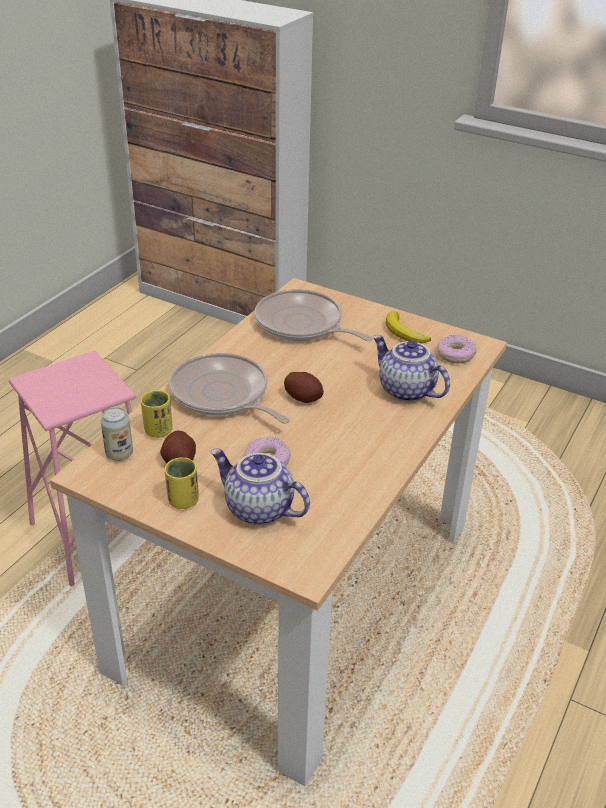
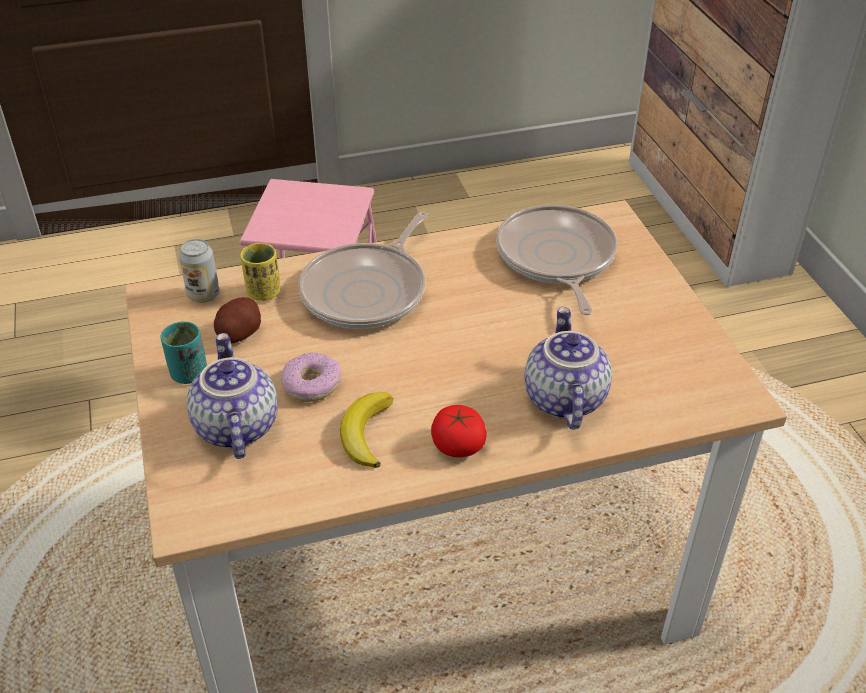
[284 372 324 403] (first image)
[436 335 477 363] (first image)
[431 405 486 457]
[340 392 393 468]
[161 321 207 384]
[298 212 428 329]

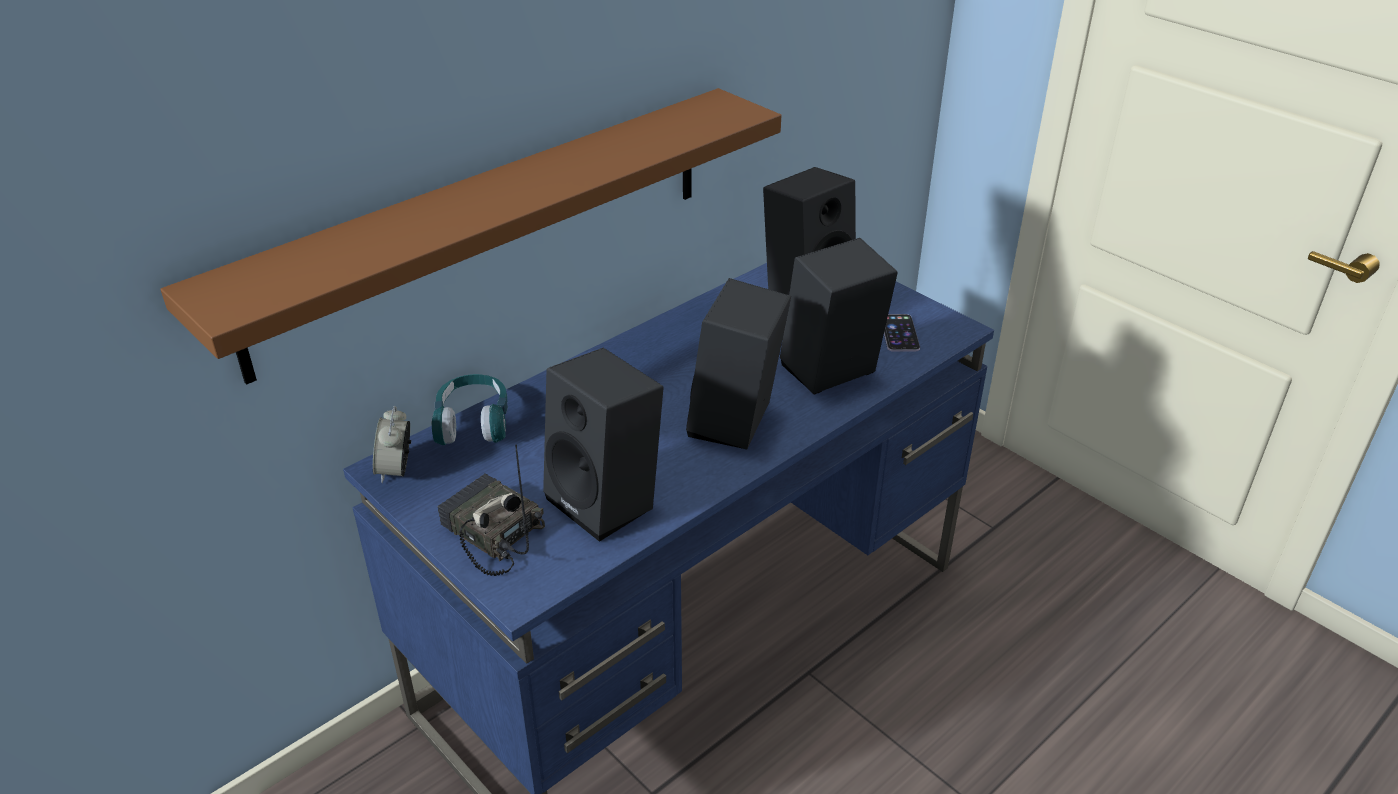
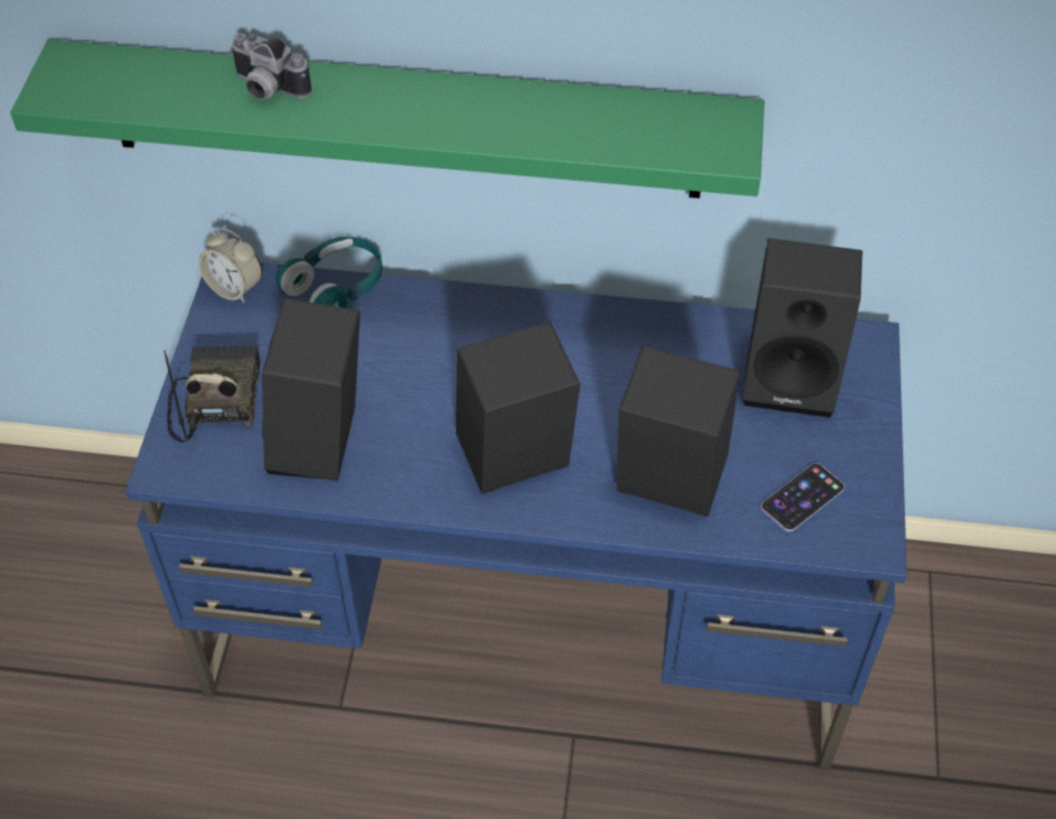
[230 33 312 100]
[10 39 764 198]
[199 228 262 303]

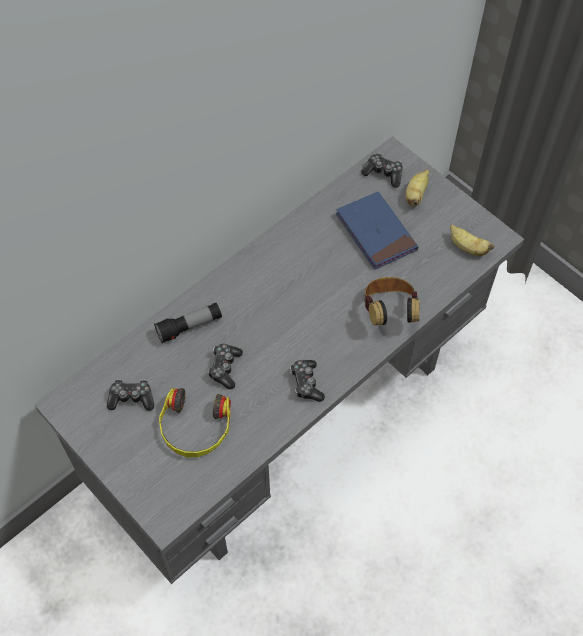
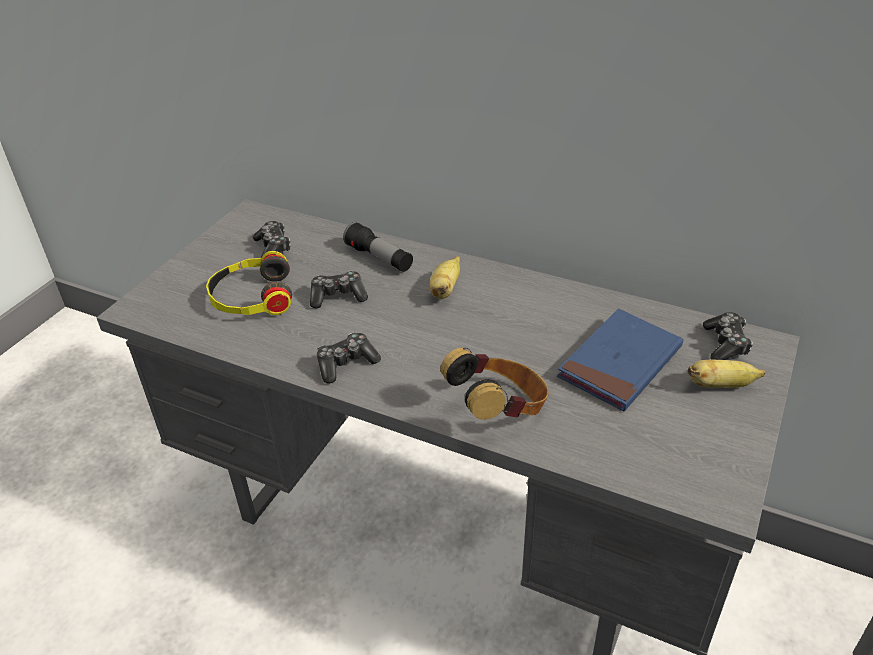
[430 256 460 299]

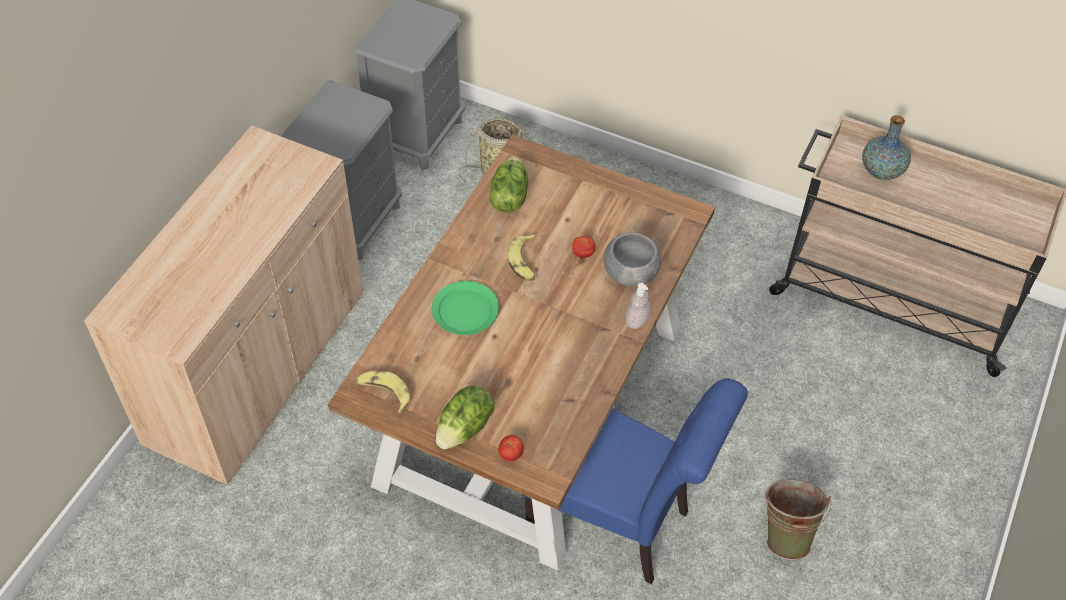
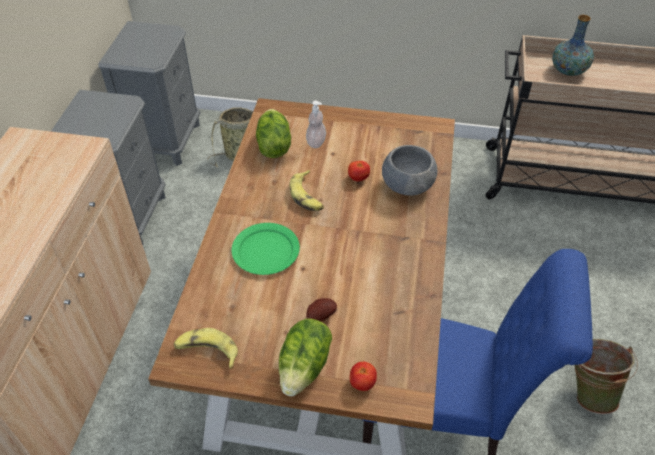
[307 298 337 322]
[306 101 326 148]

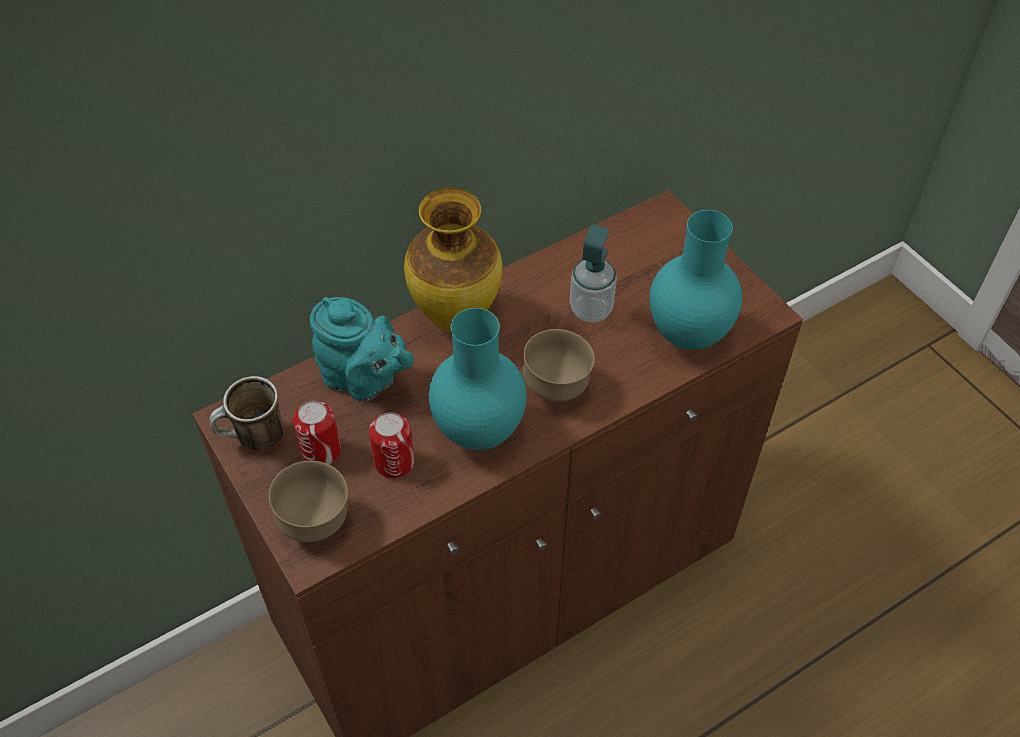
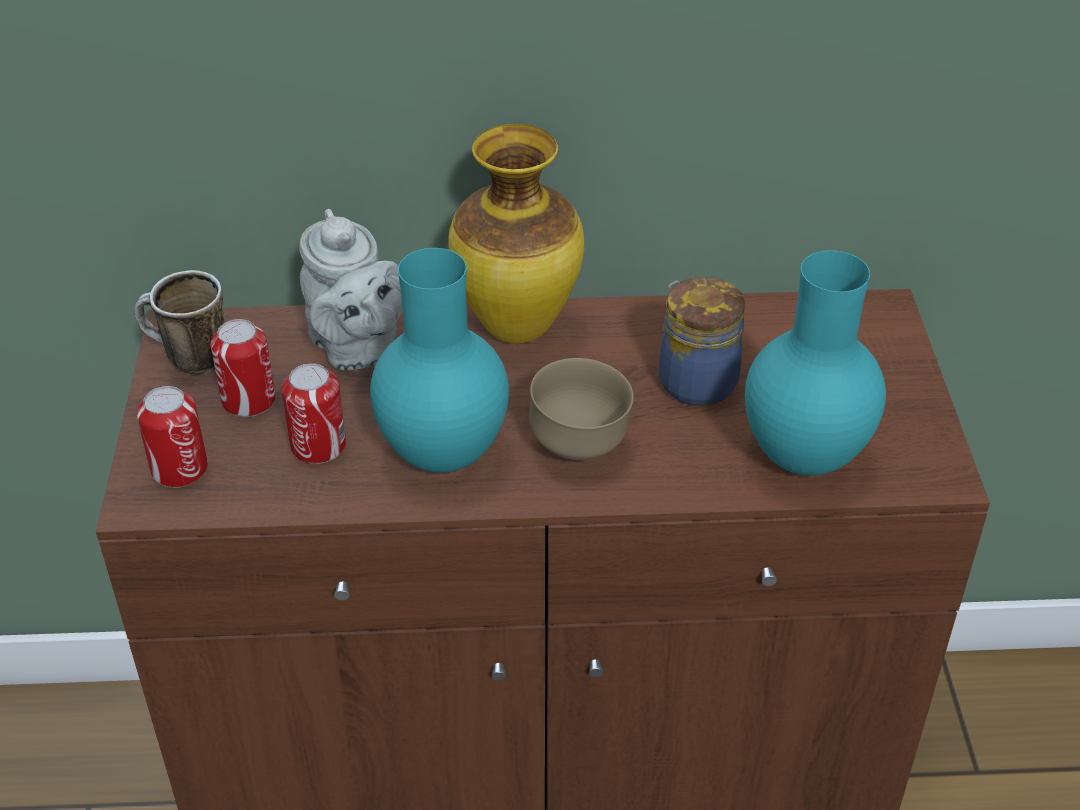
[137 386 208 488]
[659 277 745 406]
[299 209 403 371]

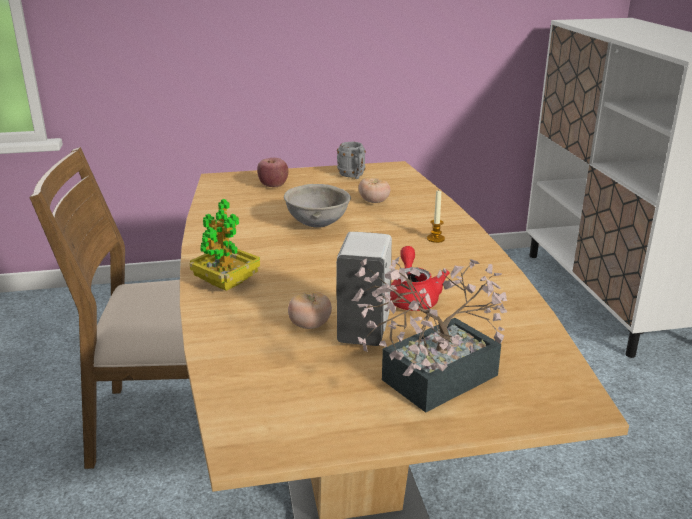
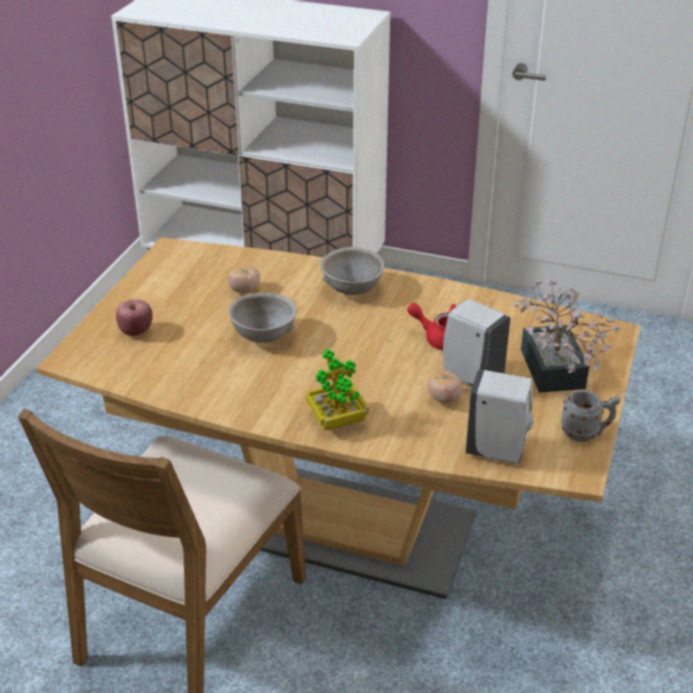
[466 370 533 464]
[561 390 620 442]
[321 247 384 295]

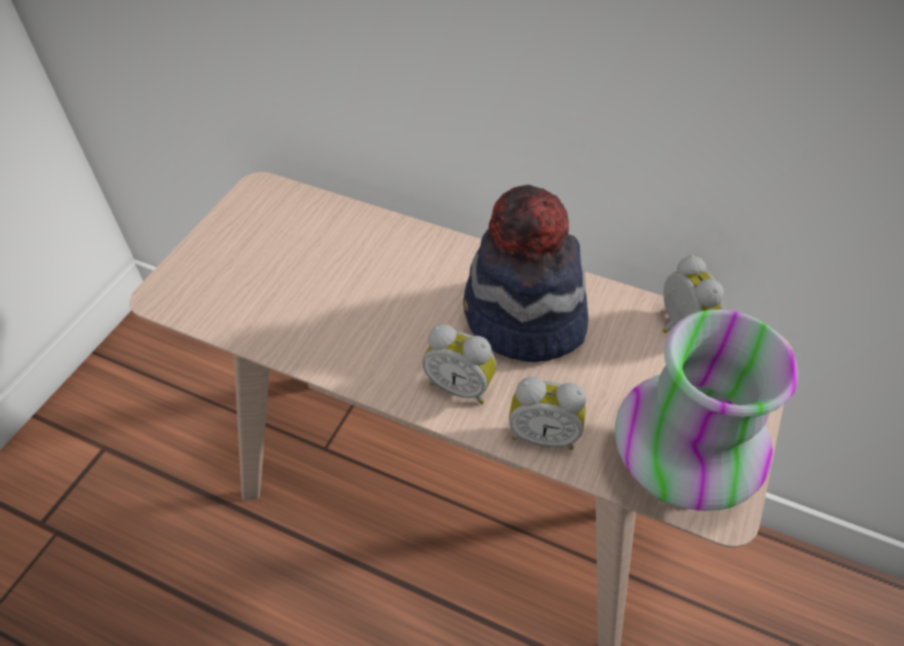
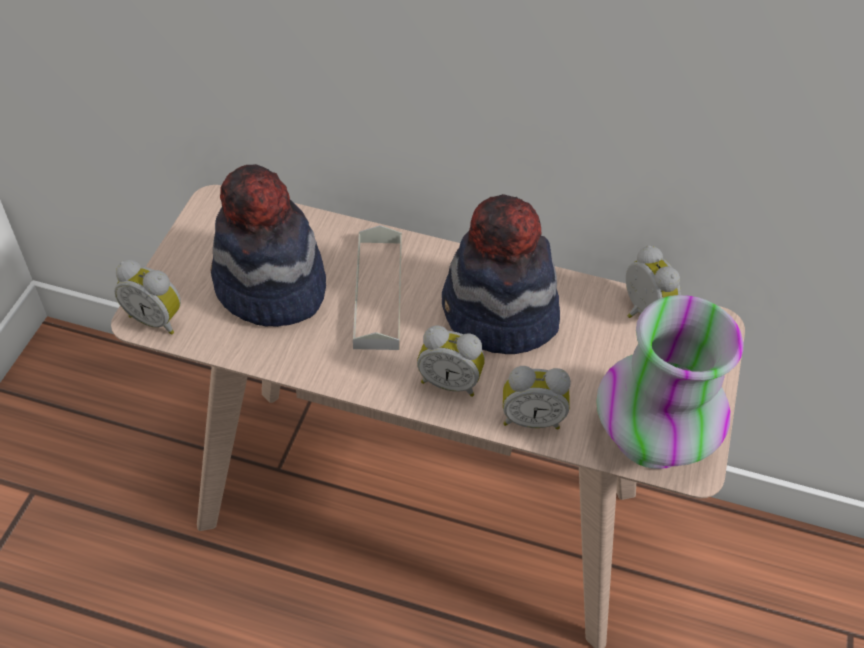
[115 260 181 335]
[211 164 326 327]
[353 225 402 350]

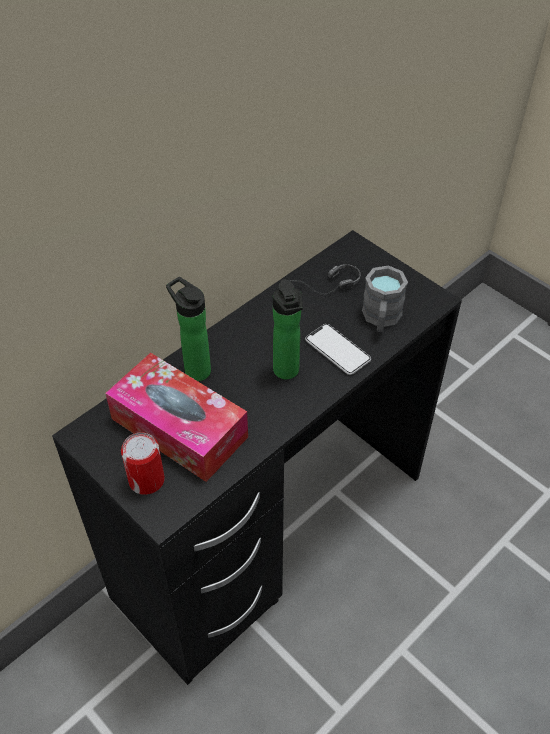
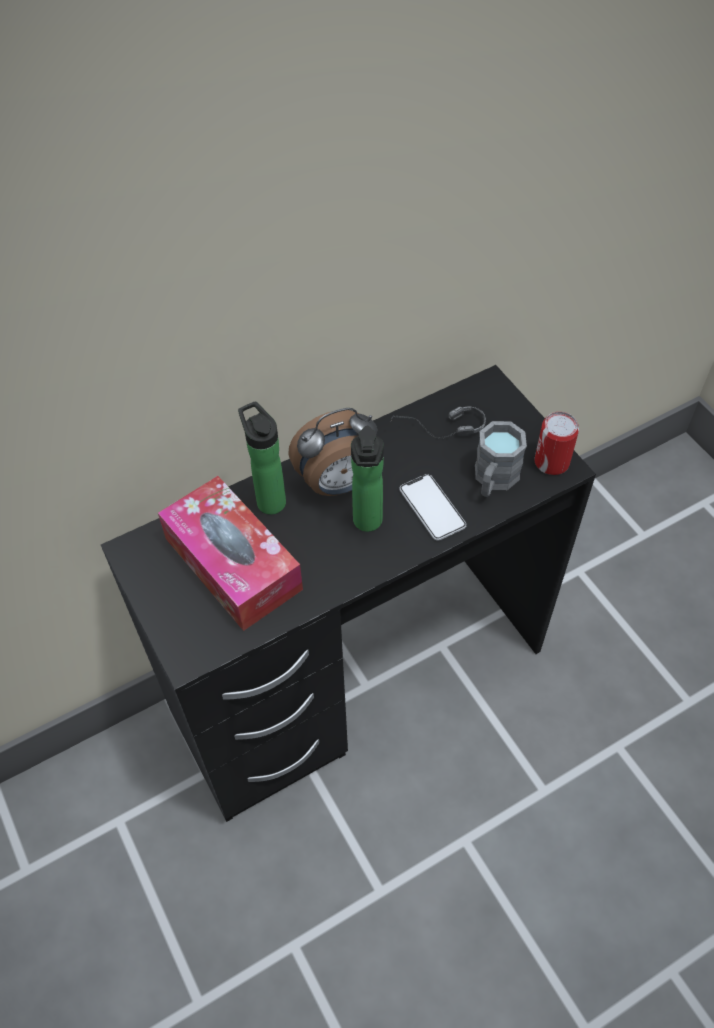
[288 408 378 496]
[534 412 579 475]

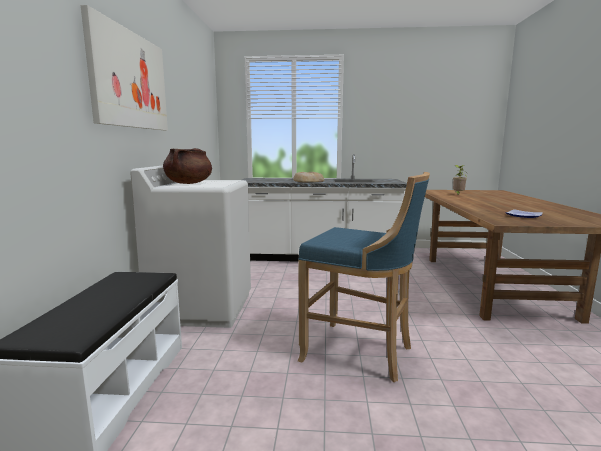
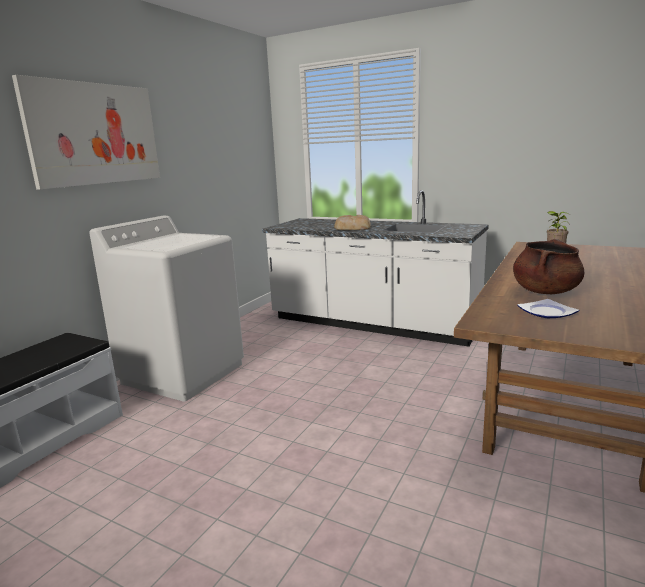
[298 172 430 382] (first image)
[513 239 585 294]

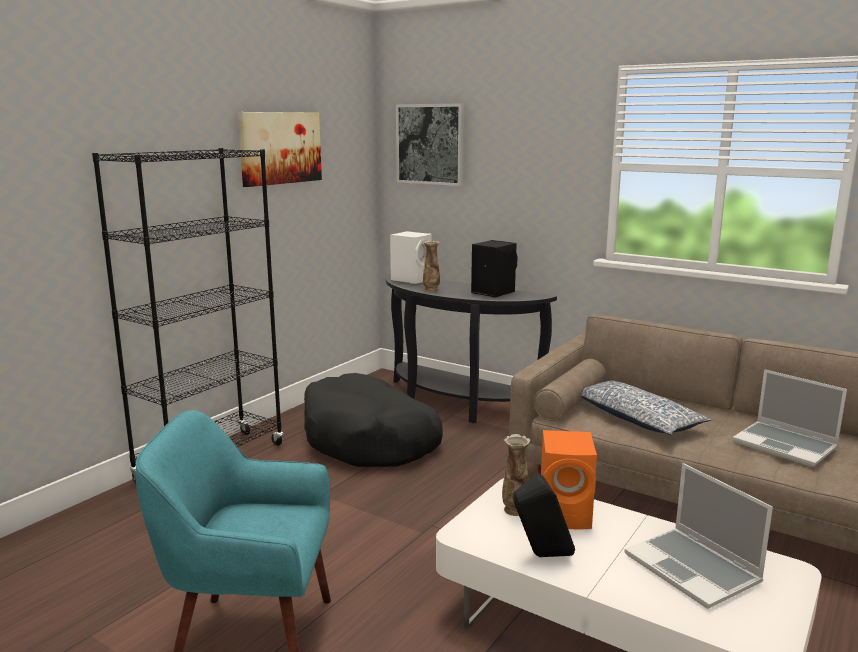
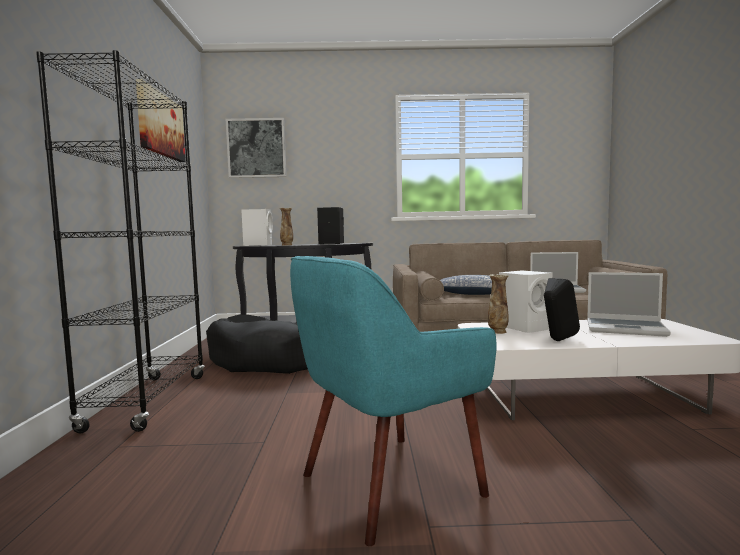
[499 270 552 333]

